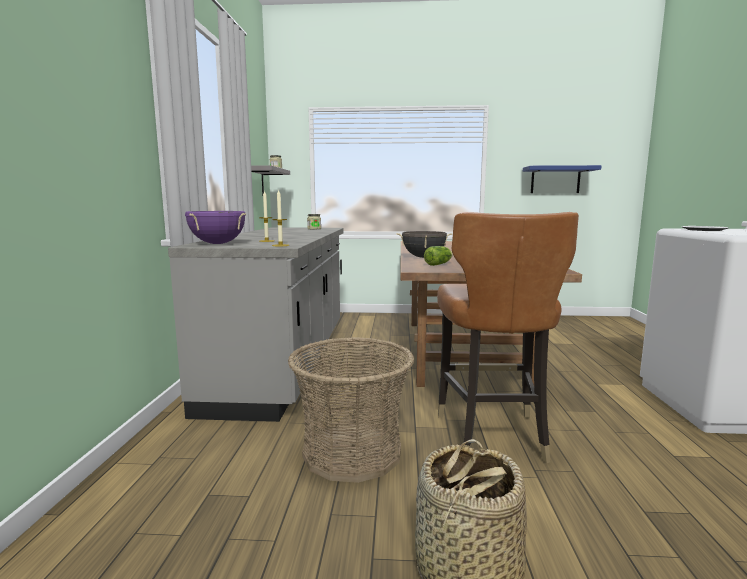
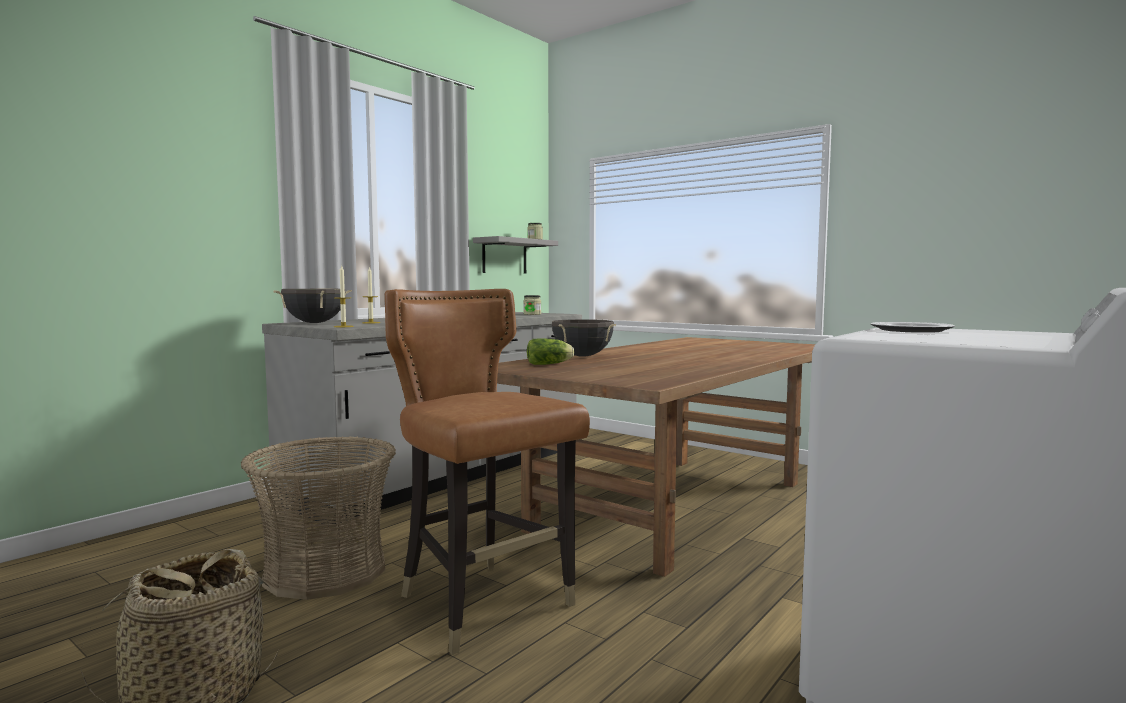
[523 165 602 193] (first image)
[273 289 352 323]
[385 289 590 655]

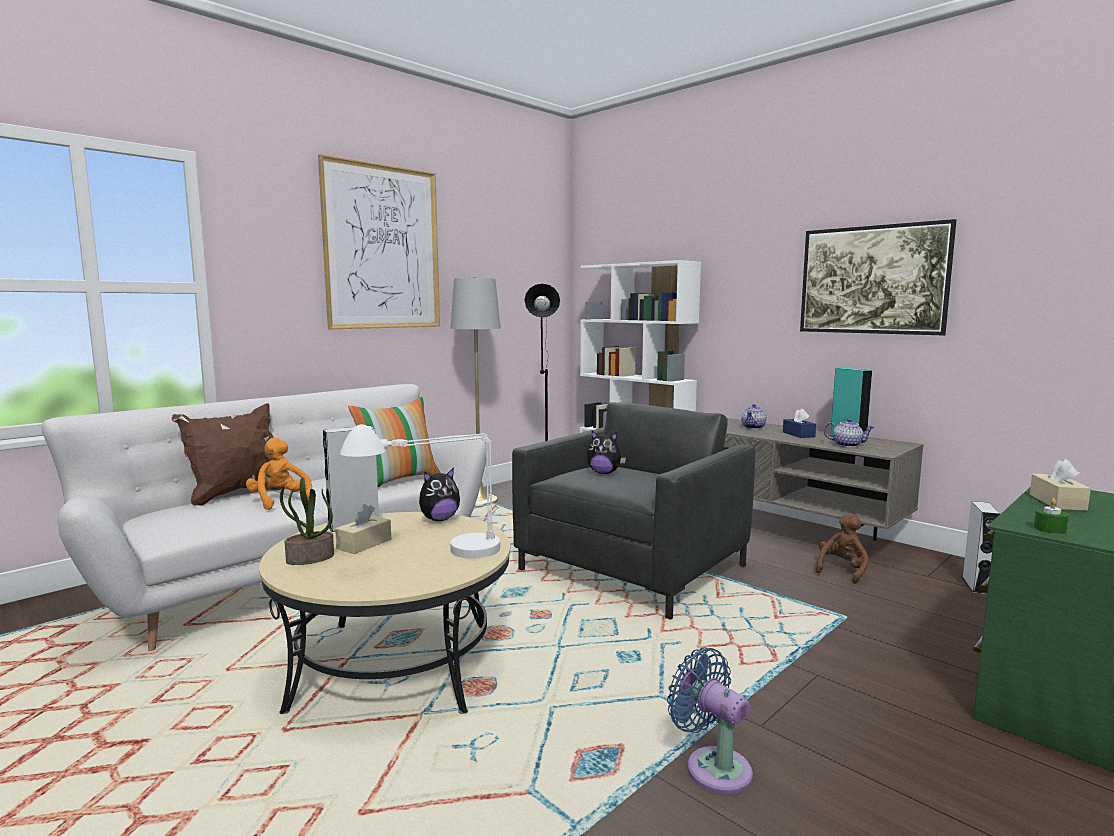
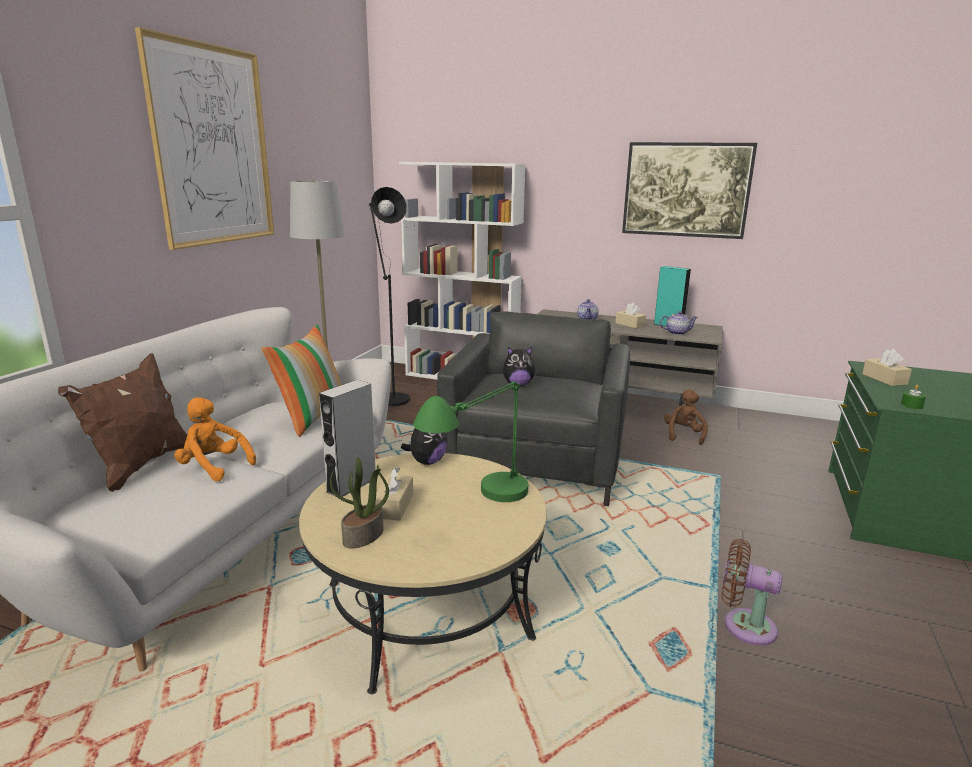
[962 501 1000 594] (first image)
[413 381 528 502]
[721 539 782 646]
[615 303 646 329]

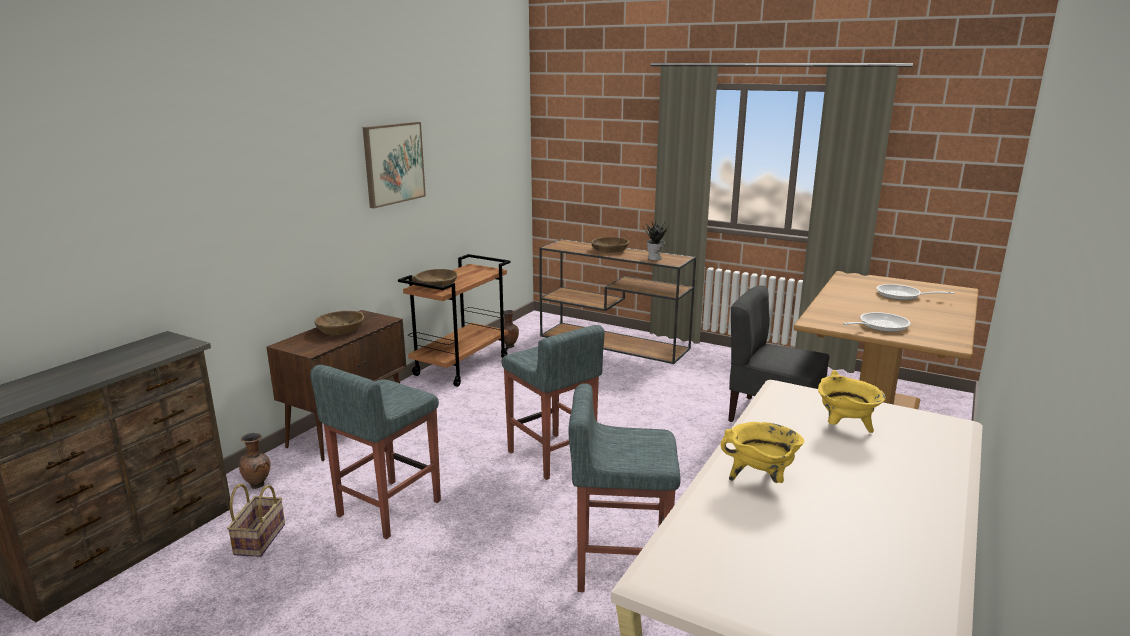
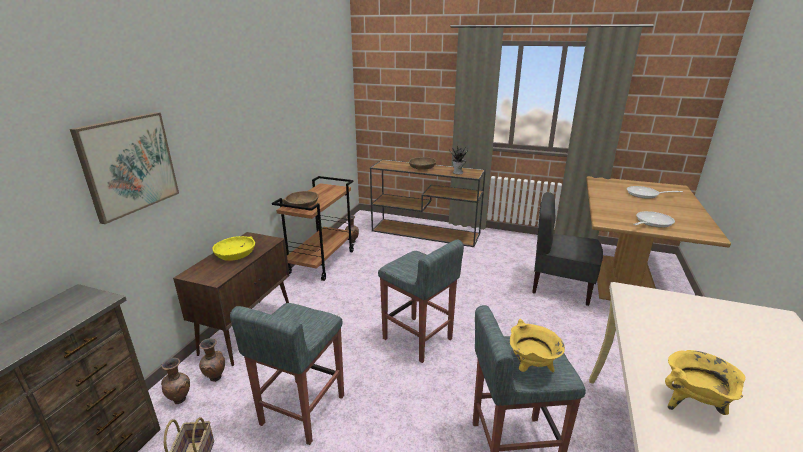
[199 338 225 382]
[70 112 179 224]
[510 319 565 372]
[212 236 255 261]

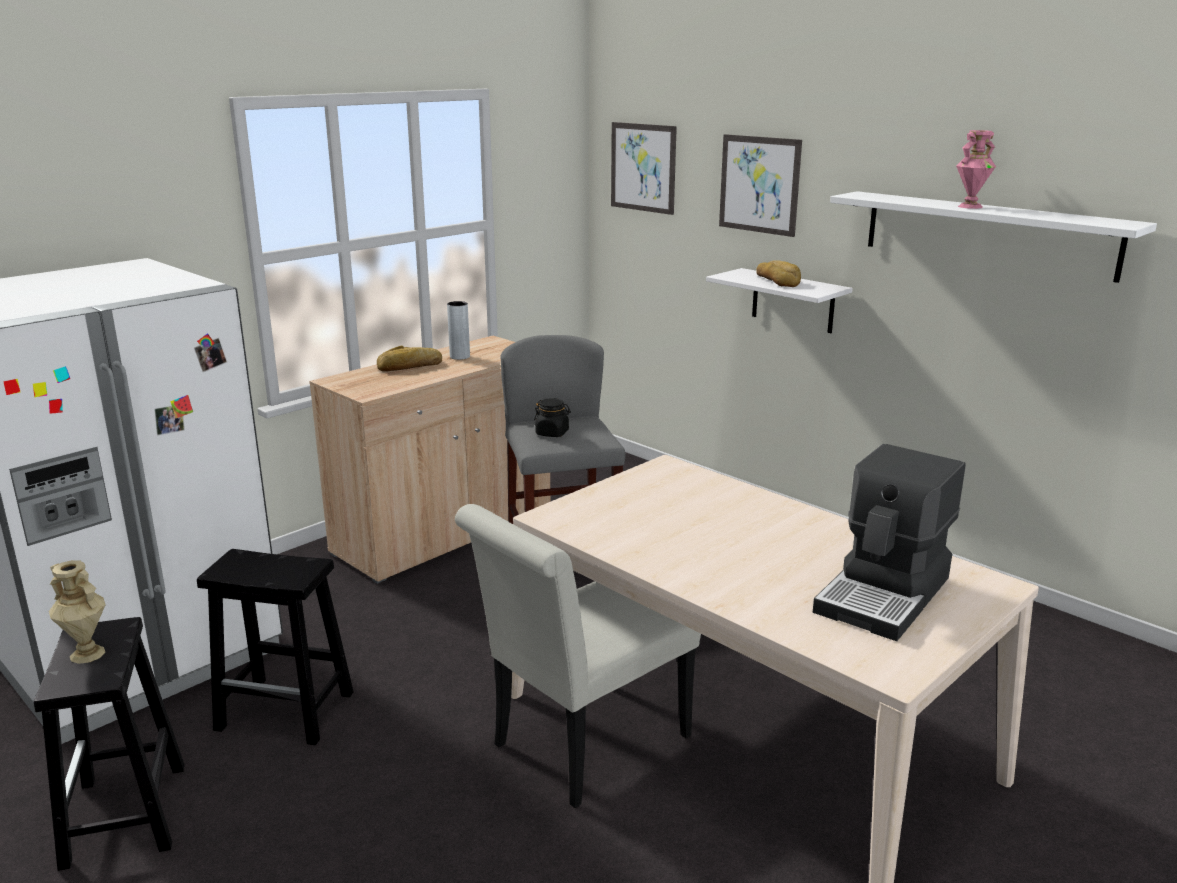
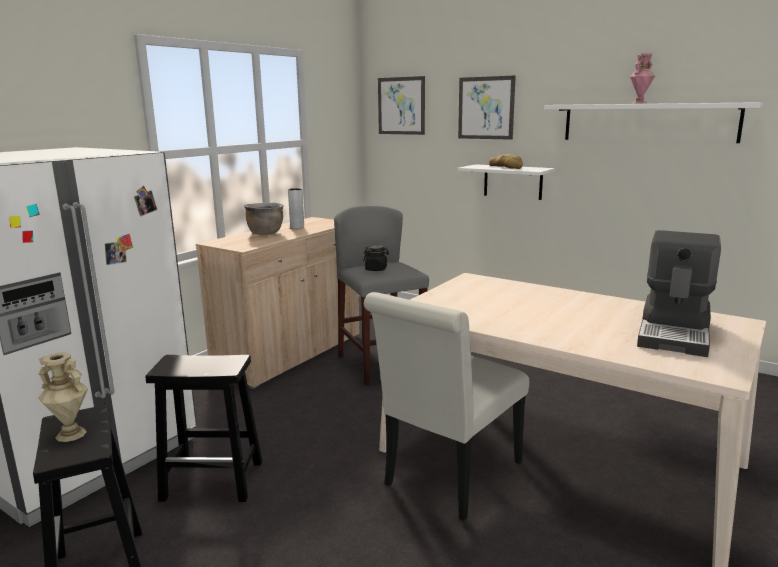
[244 203 284 235]

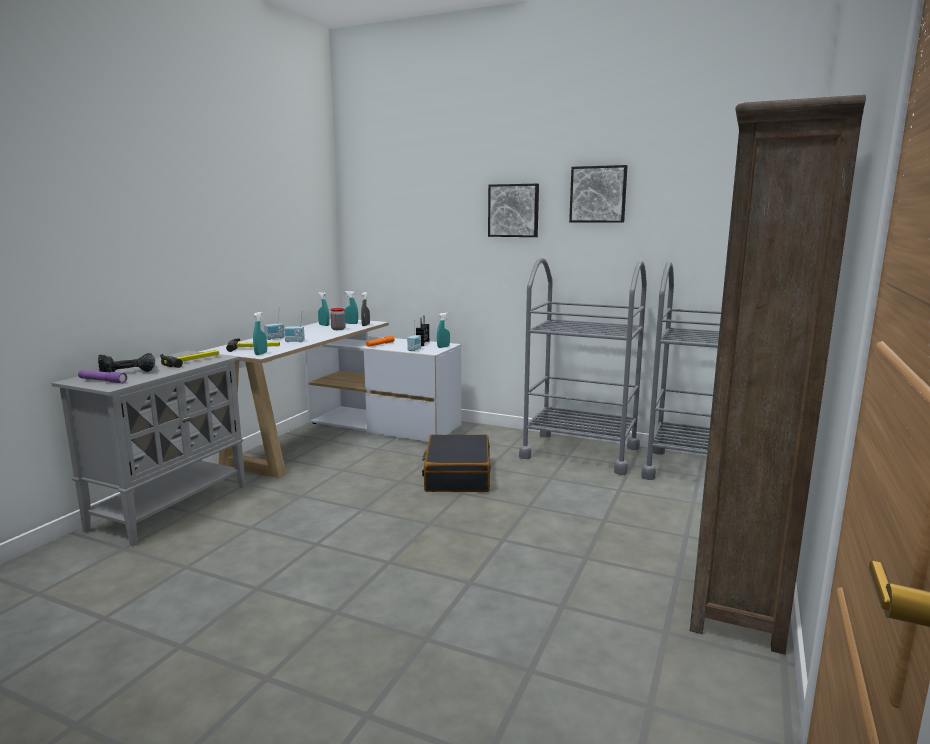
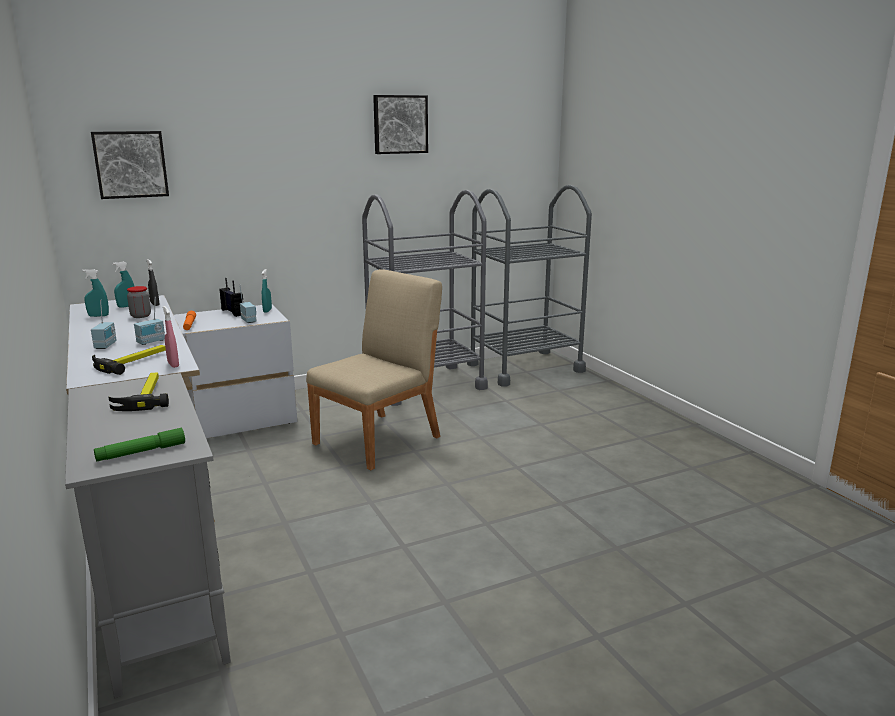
[98 353 155 373] (first image)
[690 95 866 655] (first image)
[91 131 169 199]
[306 269 442 470]
[94 428 185 461]
[163 306 179 368]

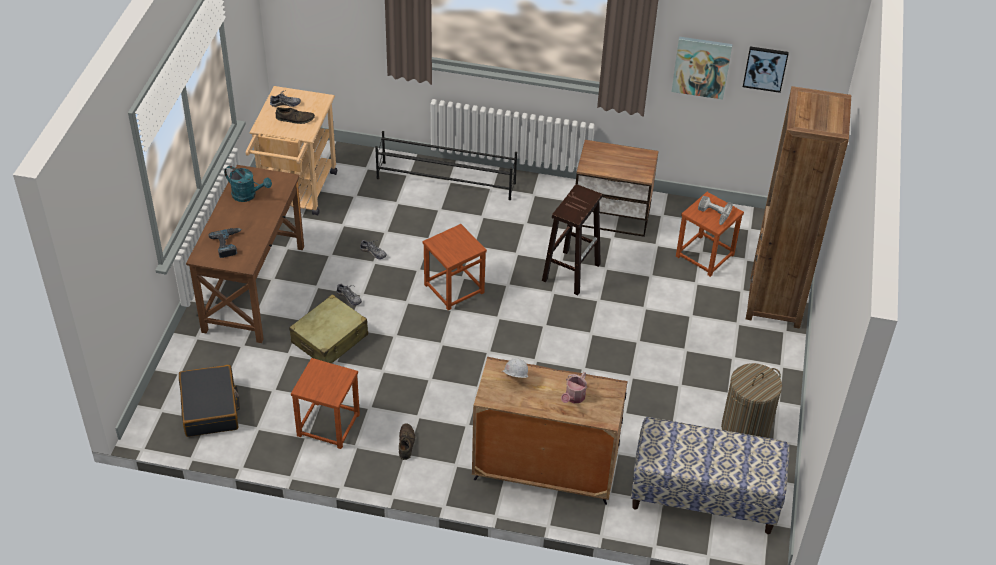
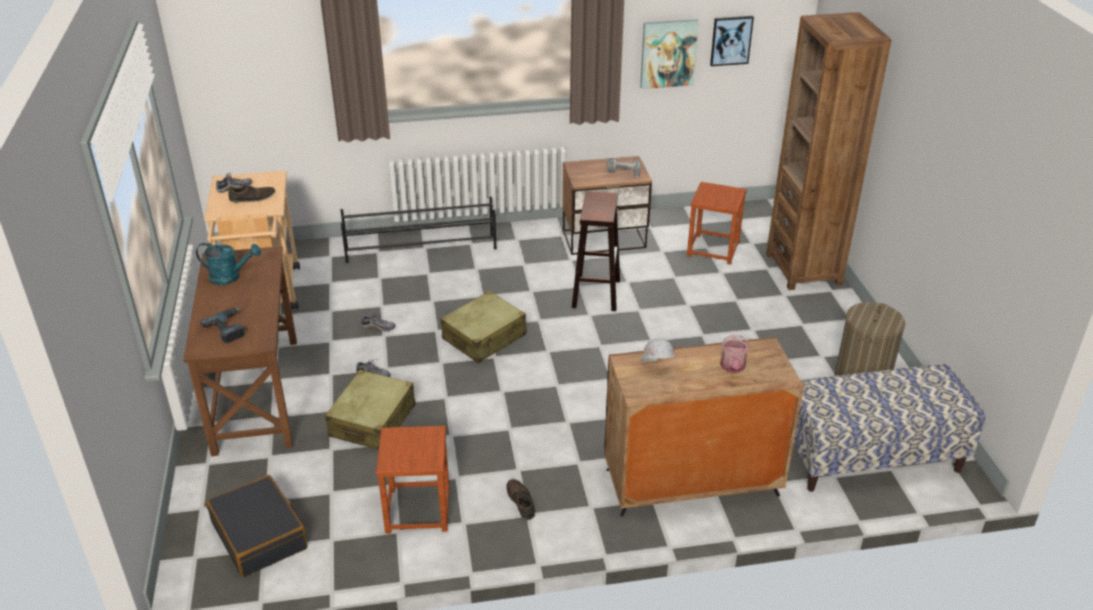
[607 158 641 177]
[441 291 527 363]

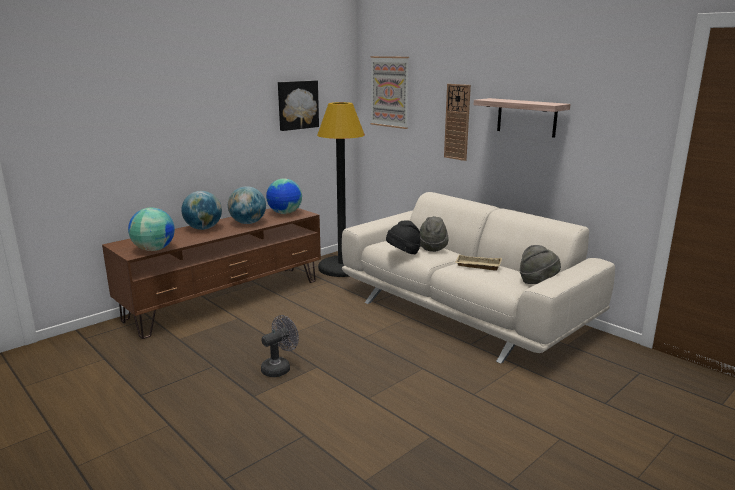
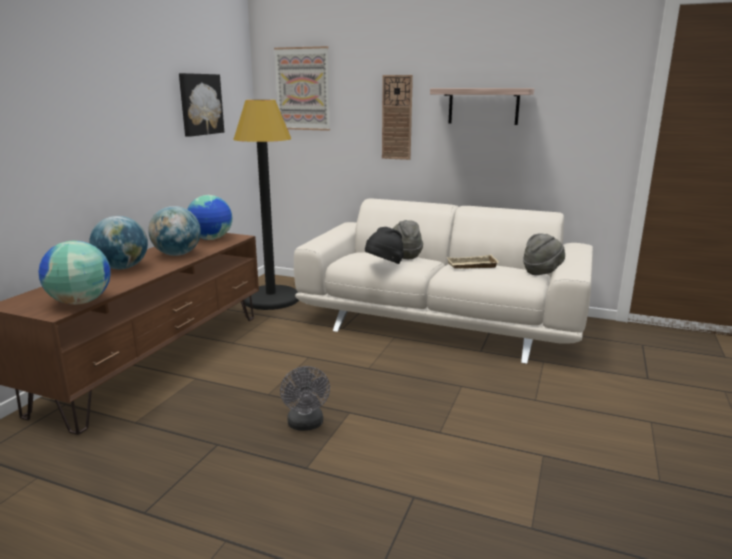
[280 366 330 431]

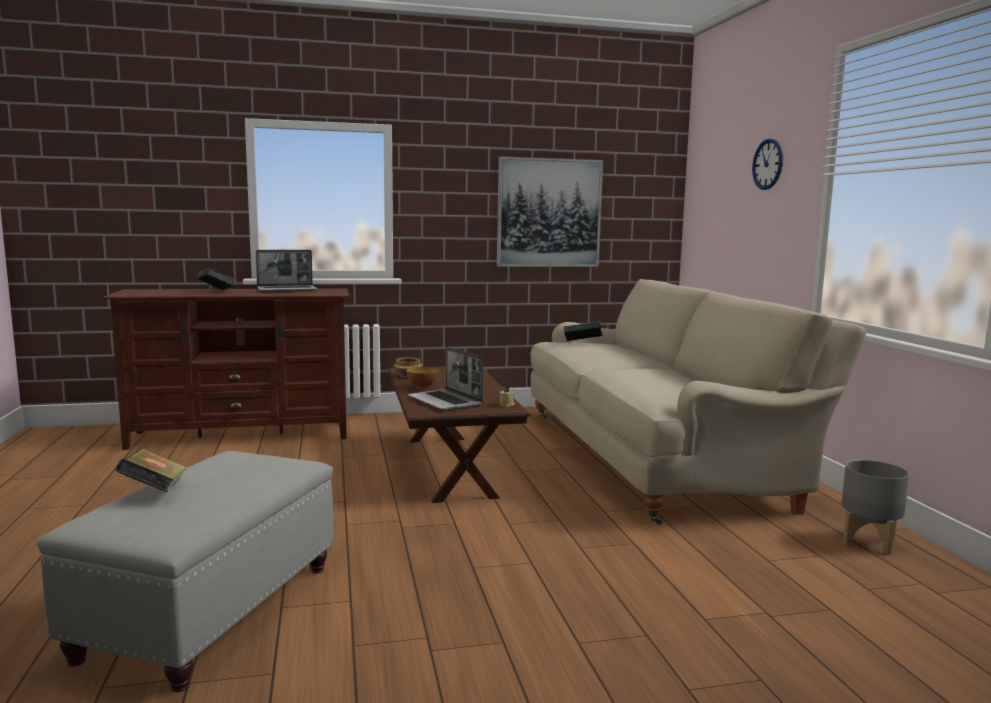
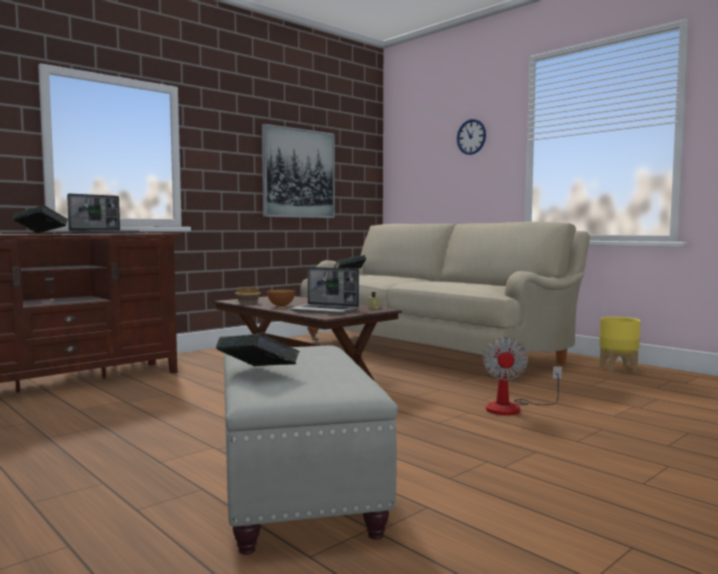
[483 337 562 415]
[599 317 641 373]

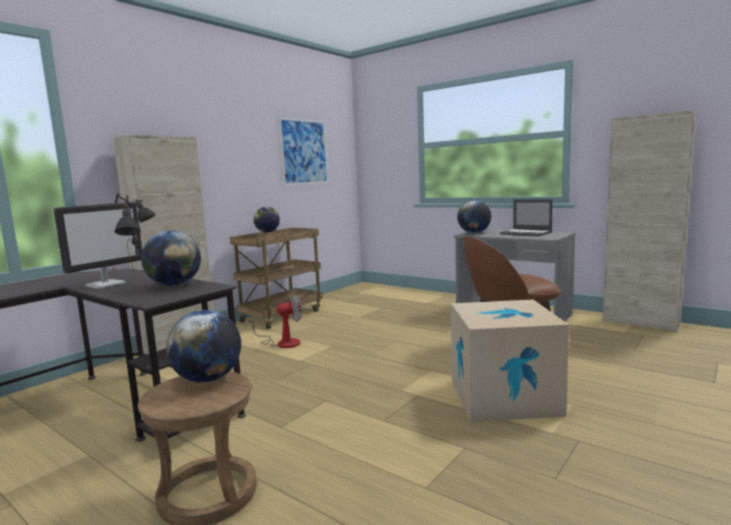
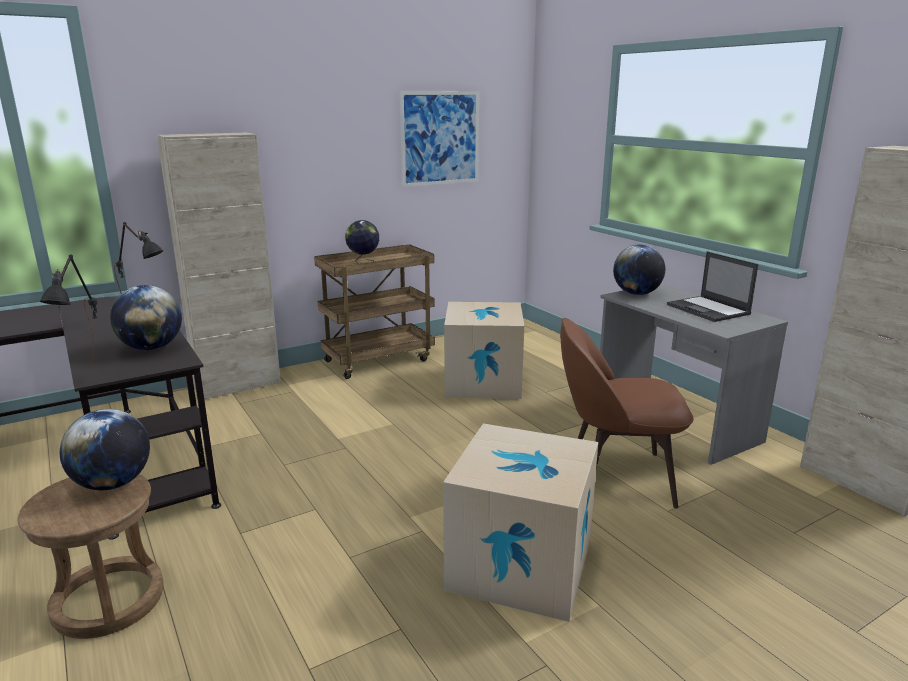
[54 202 142 289] (first image)
[248 294 302 348] (first image)
[444 302 524 399]

